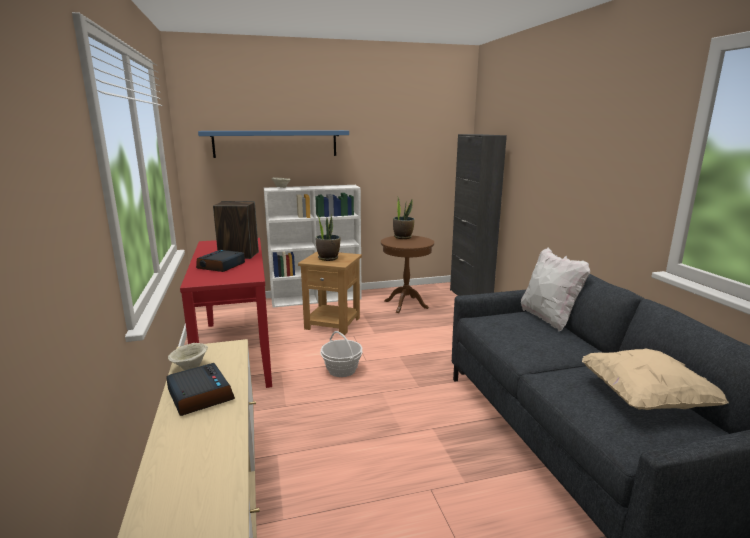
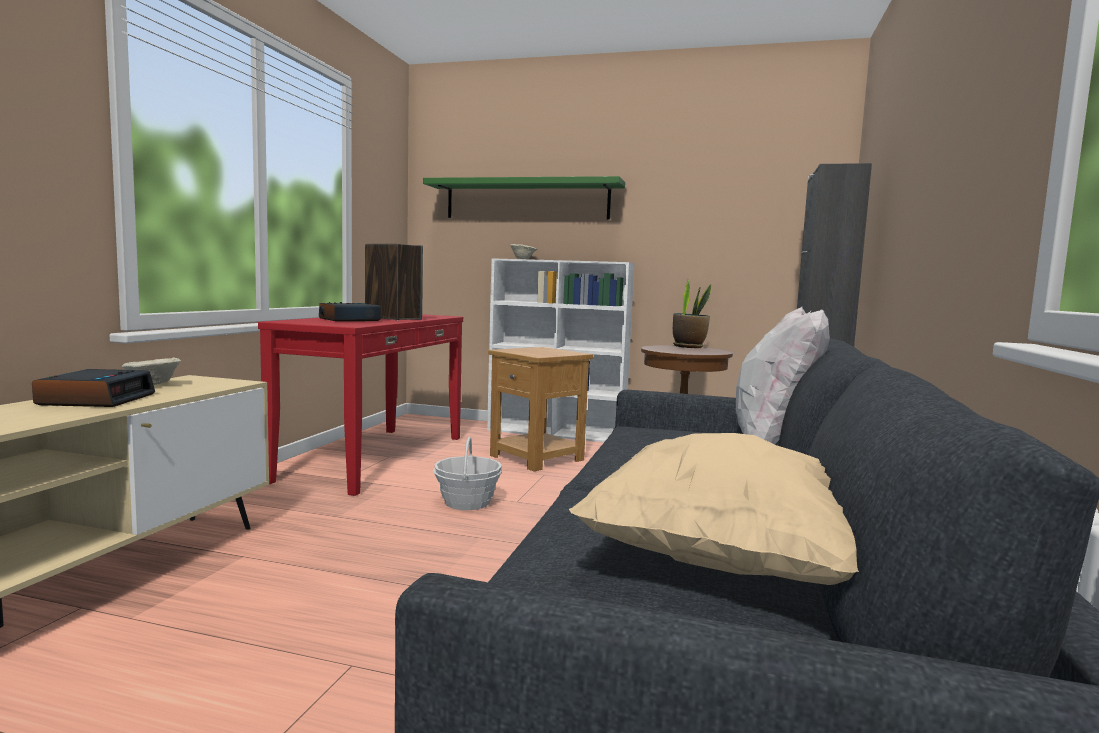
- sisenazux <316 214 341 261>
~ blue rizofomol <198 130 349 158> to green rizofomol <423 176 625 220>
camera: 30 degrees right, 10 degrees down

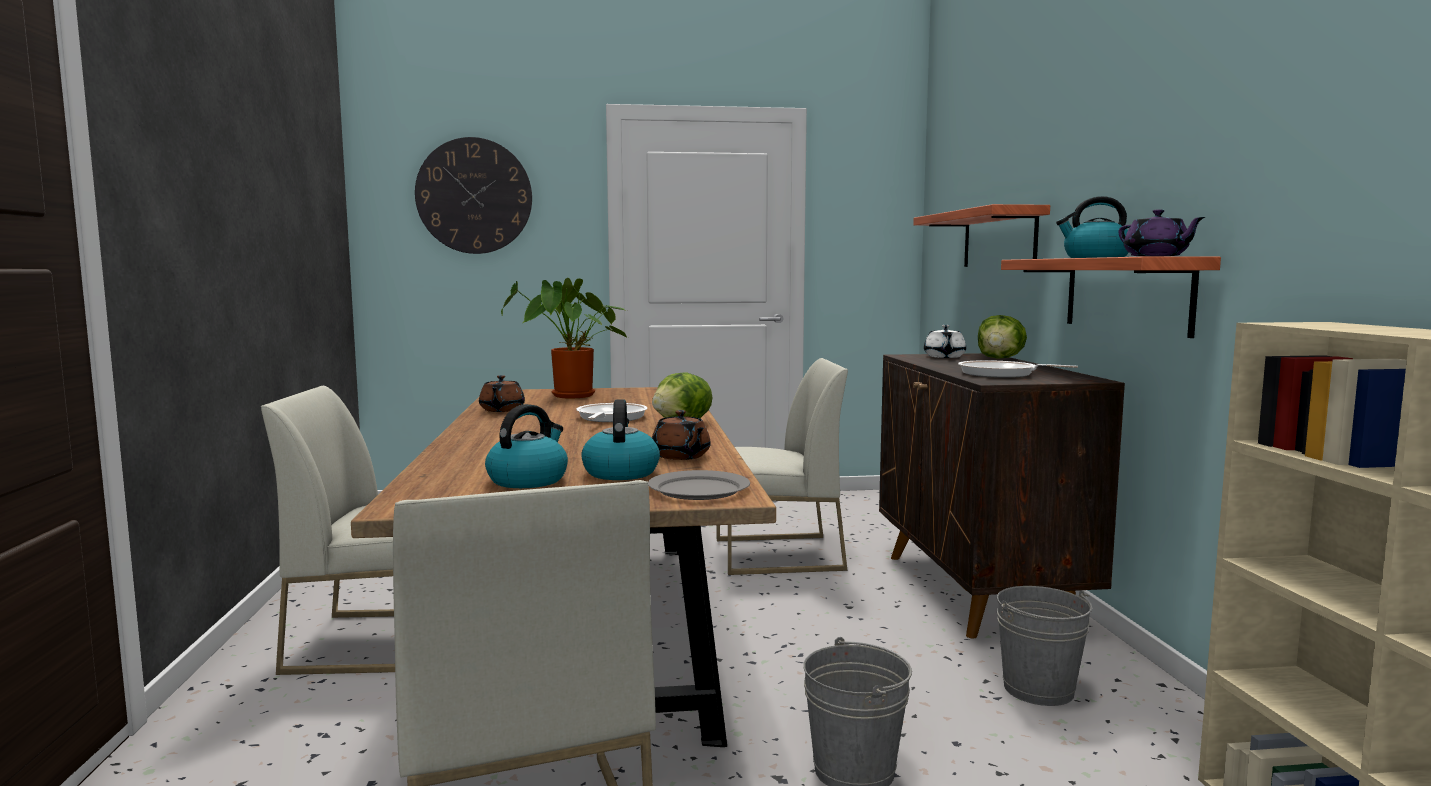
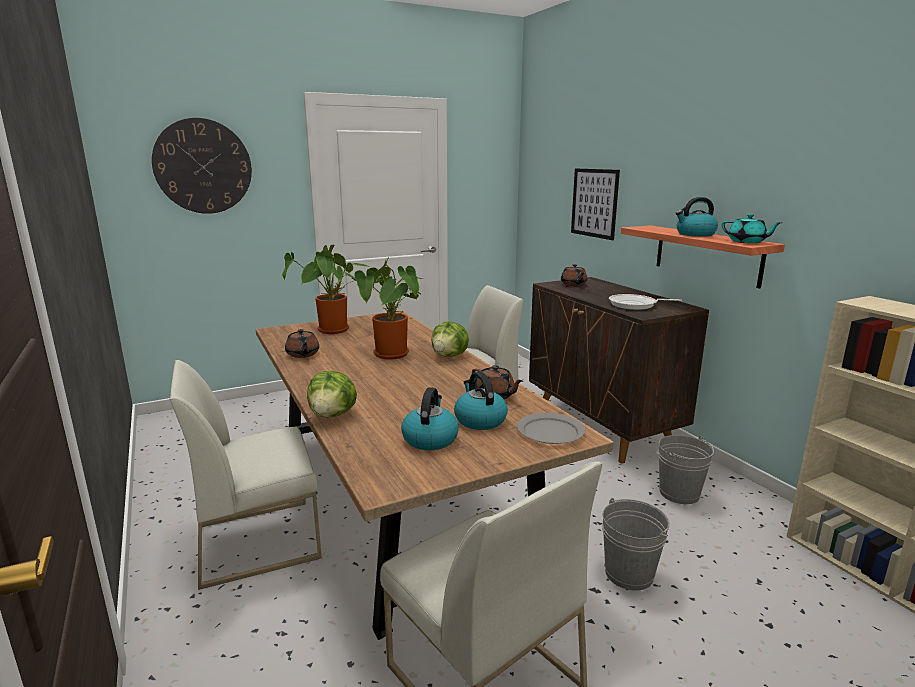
~ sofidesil <978 315 1027 359> to <307 371 357 417>
~ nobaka <577 403 648 422> to sisenazux <354 257 423 360>
~ rizofomol <913 204 1050 267> to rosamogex <571 168 620 240>
~ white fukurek <924 325 966 358> to brown fukurek <561 264 587 286>
~ purple fukurek <1119 209 1205 257> to turquoise fukurek <722 214 782 243>
camera: 20 degrees left, 10 degrees up

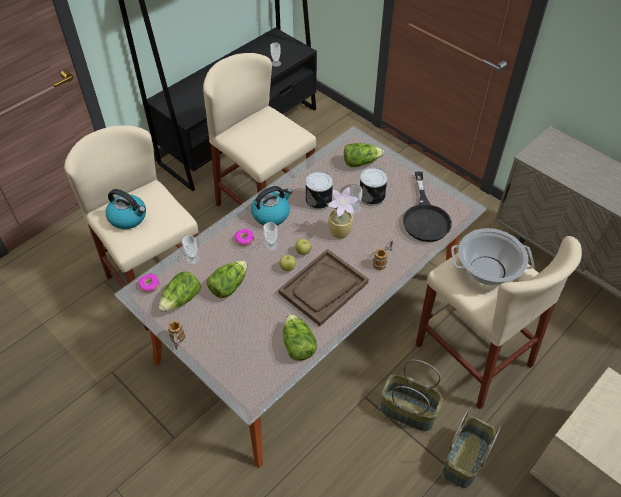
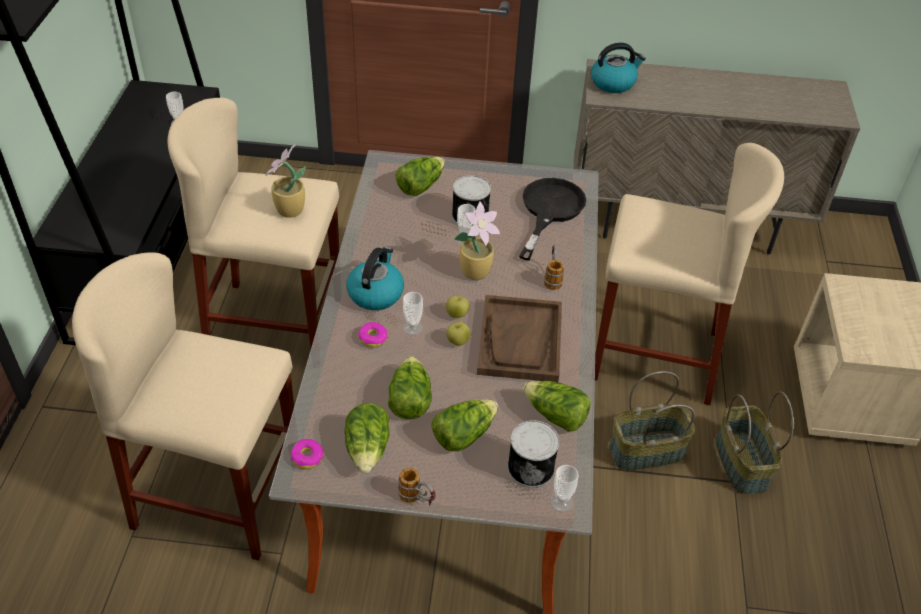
- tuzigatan <451 228 534 286>
+ sisenazux <265 145 306 218>
+ sofidesil <432 400 498 451>
~ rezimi <106 189 146 229> to <591 43 646 93>
~ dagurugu <182 235 200 264> to <550 465 579 512>
~ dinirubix <305 171 333 210> to <507 420 559 488>
~ black nobaka <403 171 452 242> = <519 178 586 261> 120 degrees counterclockwise
camera: 40 degrees left, 5 degrees down

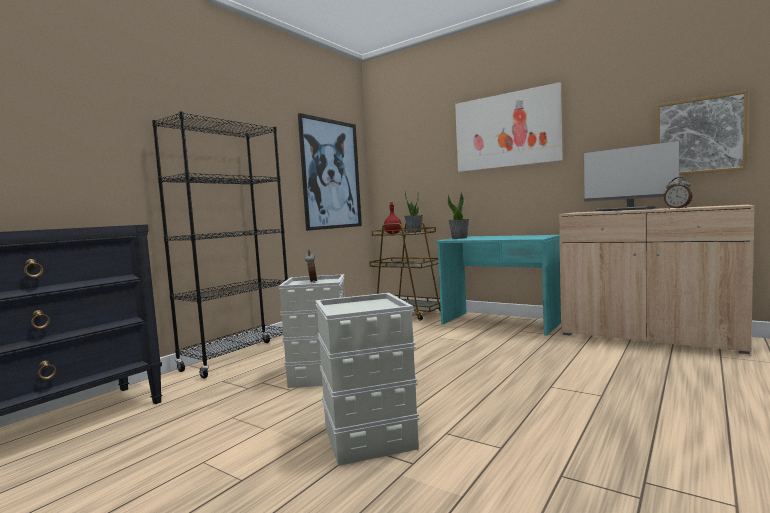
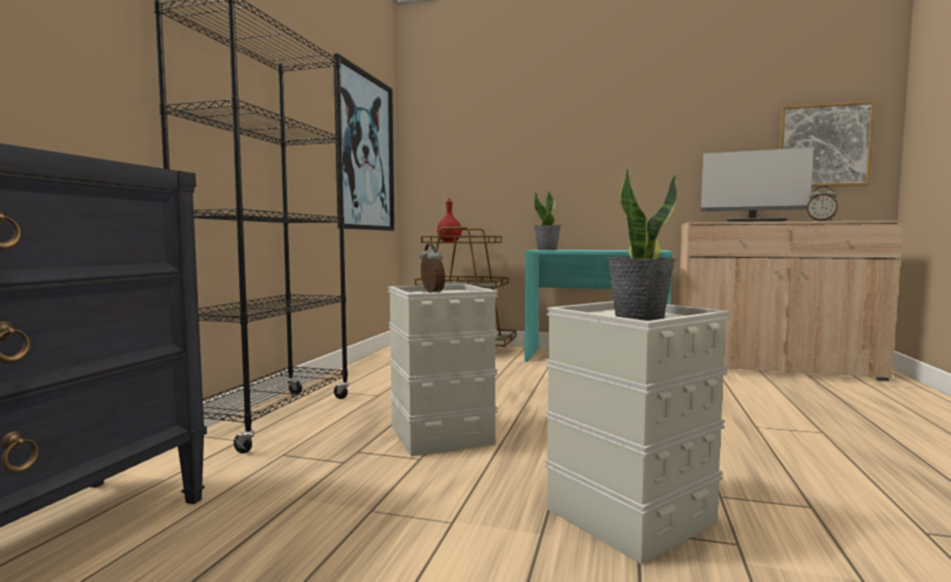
- rosamogex <455 82 563 172>
~ sisenazux <405 192 423 233> to <607 168 677 321>
camera: 20 degrees left, 0 degrees up

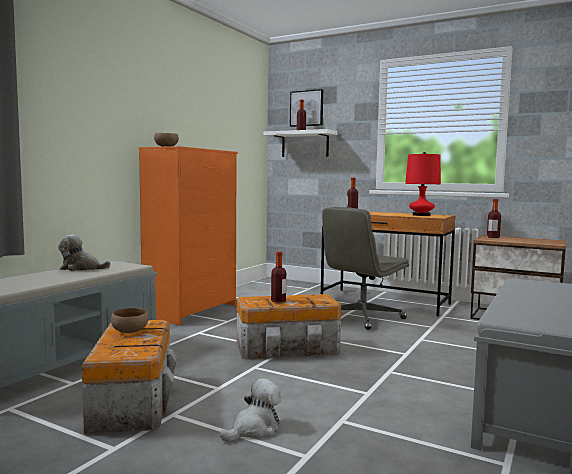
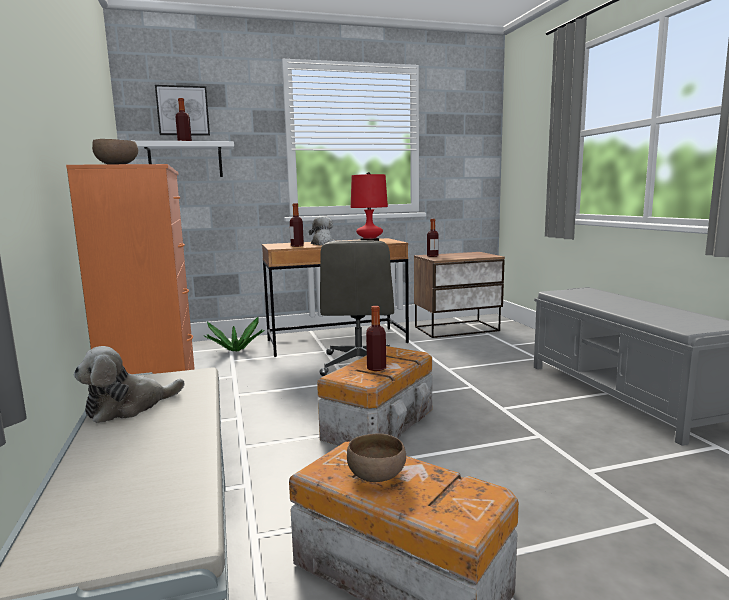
+ sisenazux <203 317 264 351>
~ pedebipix <220 378 281 442> to <309 216 335 245>
camera: 45 degrees left, 5 degrees up

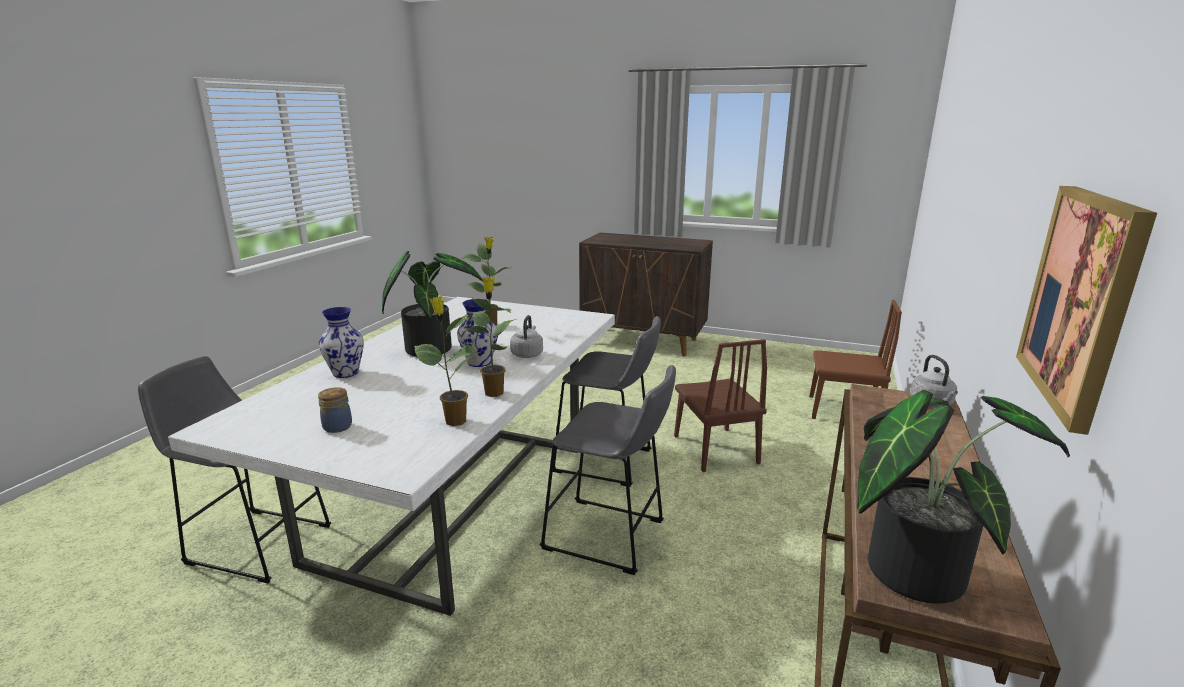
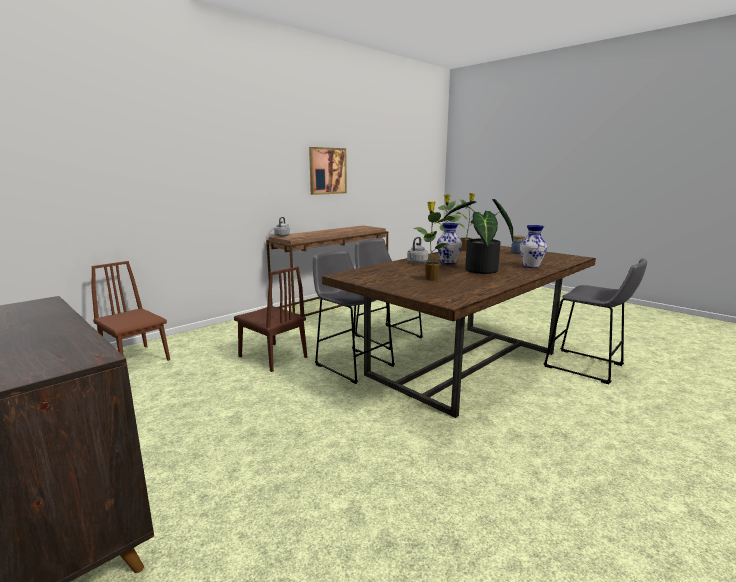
- sisenazux <857 390 1070 604>
~ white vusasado <168 297 615 616> to brown vusasado <322 246 596 418>
~ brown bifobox <674 339 767 472> = <234 266 307 372> 120 degrees clockwise
camera: 155 degrees left, 5 degrees down

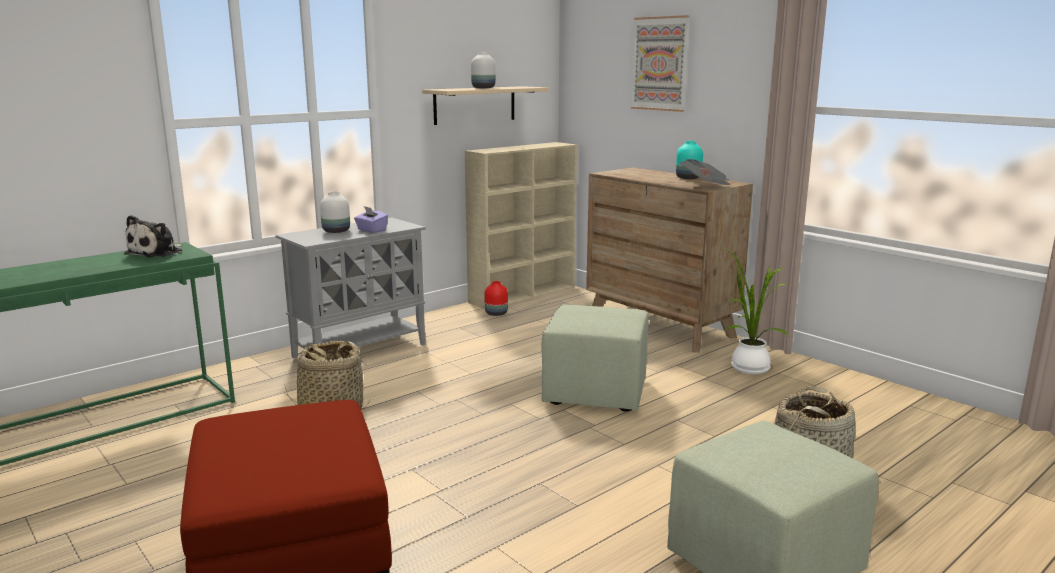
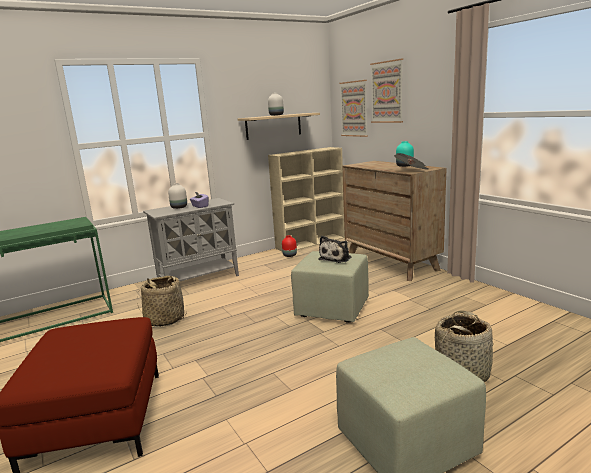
- sisenazux <723 249 789 374>
+ rosamogex <339 80 368 137>
~ pedebipix <124 215 182 257> to <318 235 351 263>
camera: 10 degrees right, 0 degrees up

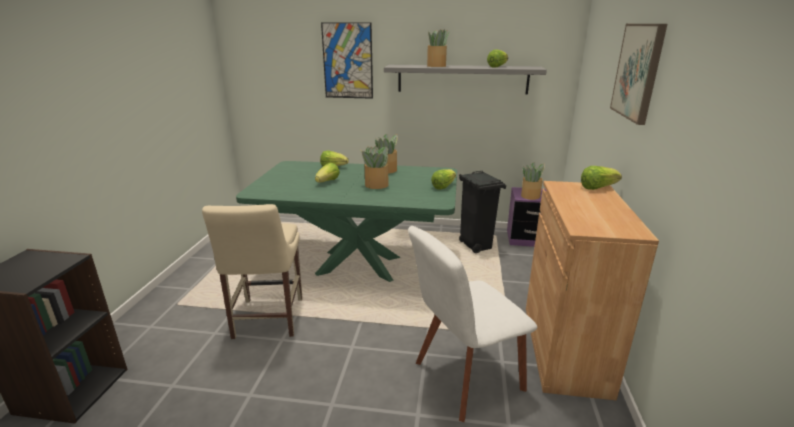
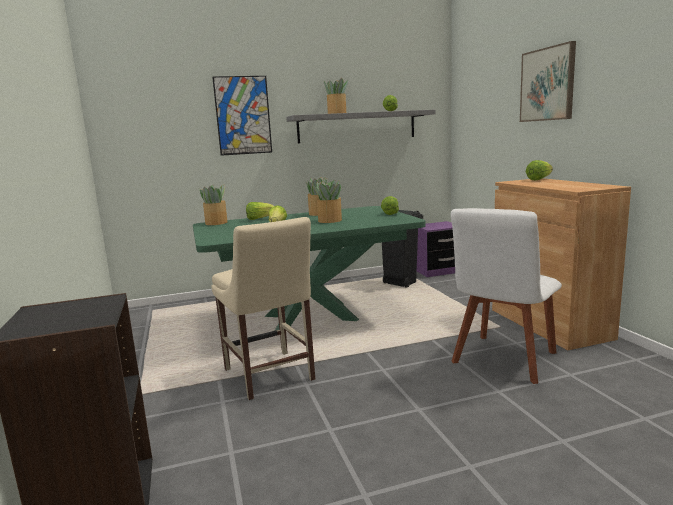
~ sisenazux <521 162 545 200> to <200 185 227 225>
camera: 25 degrees left, 10 degrees down

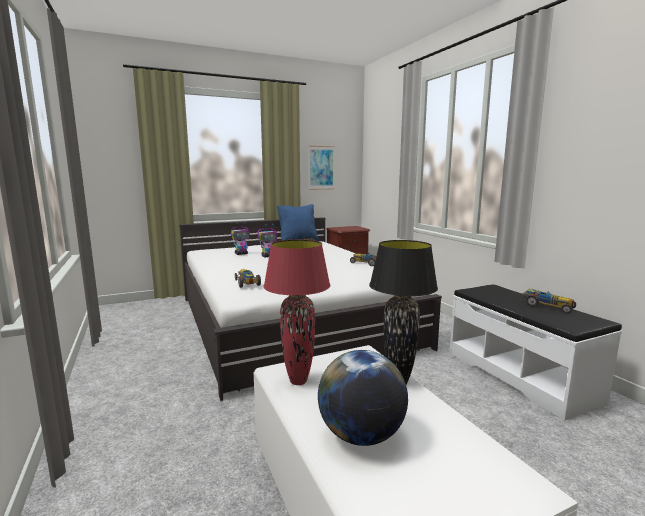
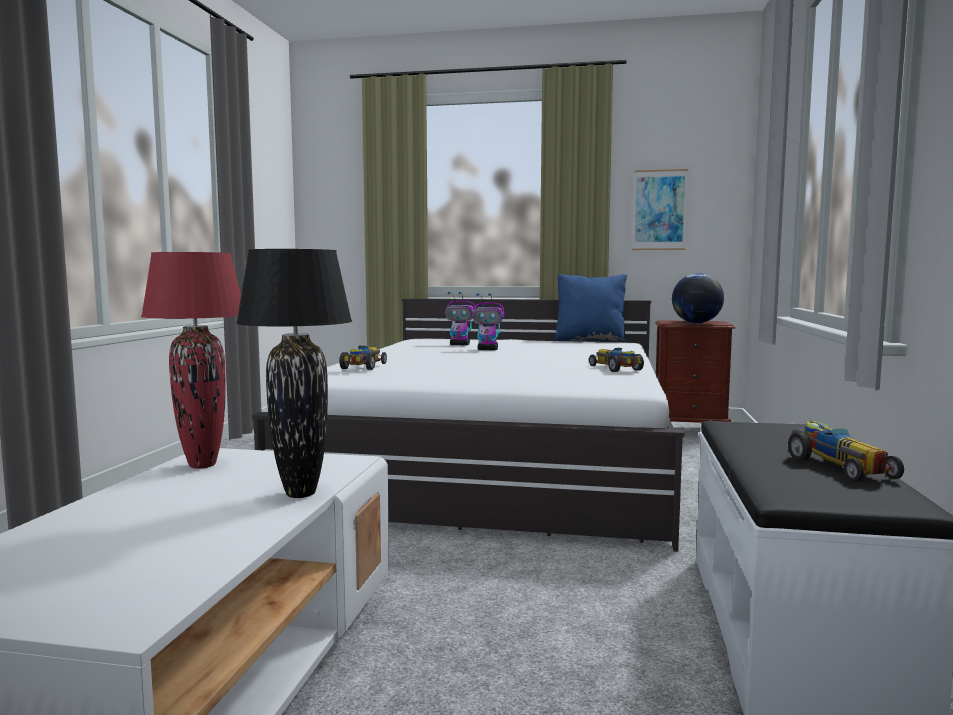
~ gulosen <318 350 408 446> to <672 273 724 323>
camera: 35 degrees right, 5 degrees down

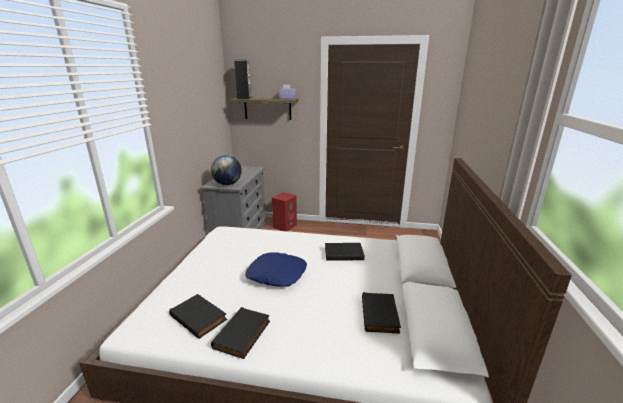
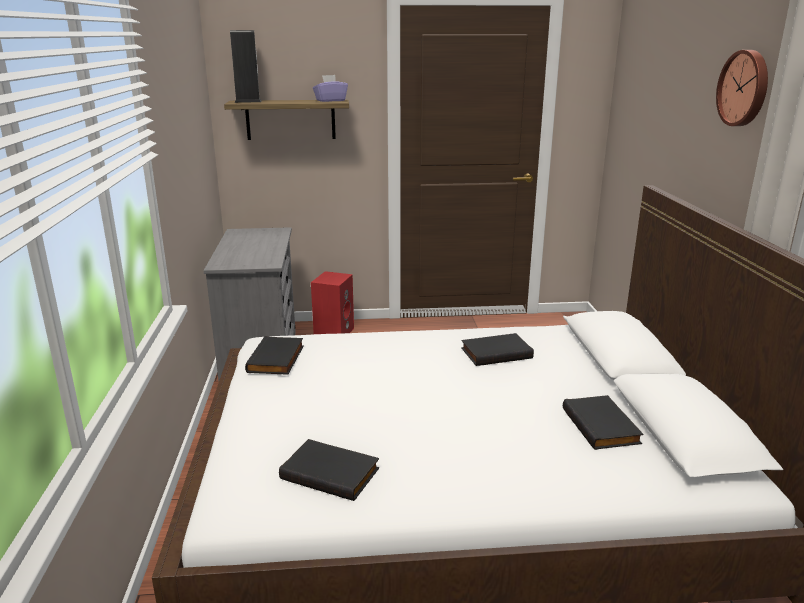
- gulosen <211 155 242 185>
- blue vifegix <245 253 307 287>
+ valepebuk <716 50 768 126>
~ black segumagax <211 307 270 359> to <245 336 304 375>
camera: 15 degrees left, 0 degrees up

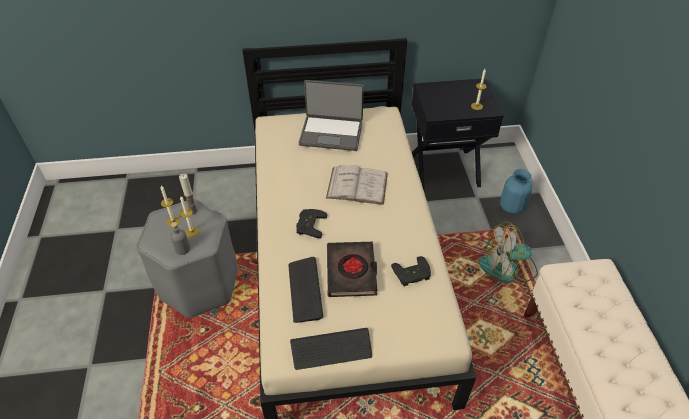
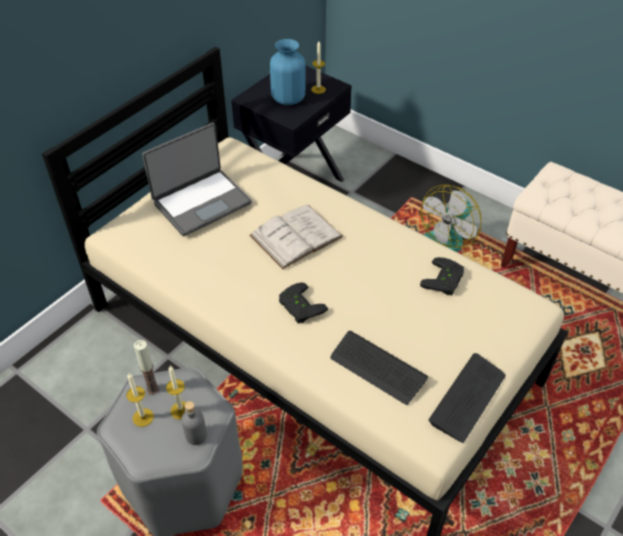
- black segumagax <327 242 377 297>
~ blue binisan <500 169 532 214> to <270 39 305 105>
camera: 45 degrees left, 0 degrees up

